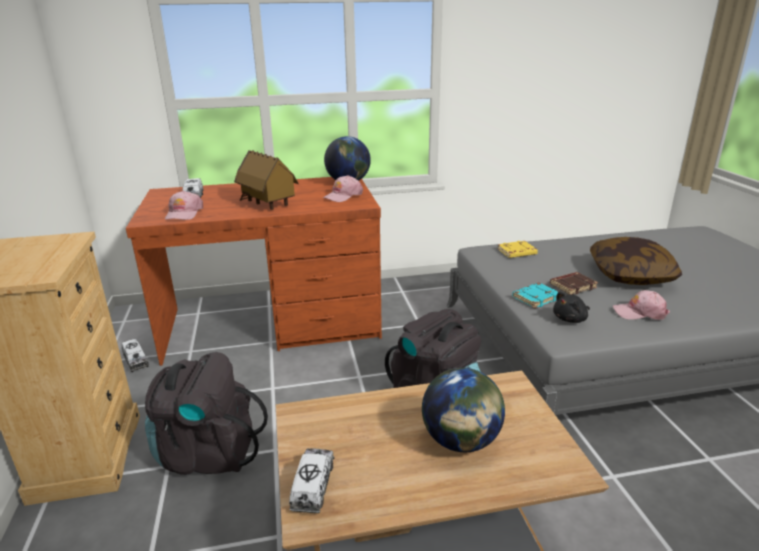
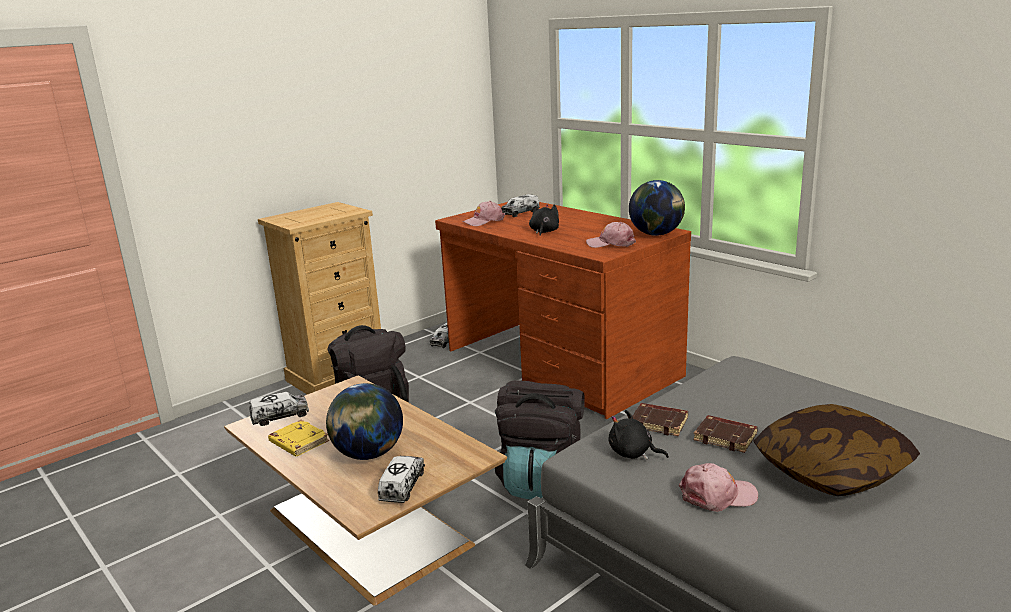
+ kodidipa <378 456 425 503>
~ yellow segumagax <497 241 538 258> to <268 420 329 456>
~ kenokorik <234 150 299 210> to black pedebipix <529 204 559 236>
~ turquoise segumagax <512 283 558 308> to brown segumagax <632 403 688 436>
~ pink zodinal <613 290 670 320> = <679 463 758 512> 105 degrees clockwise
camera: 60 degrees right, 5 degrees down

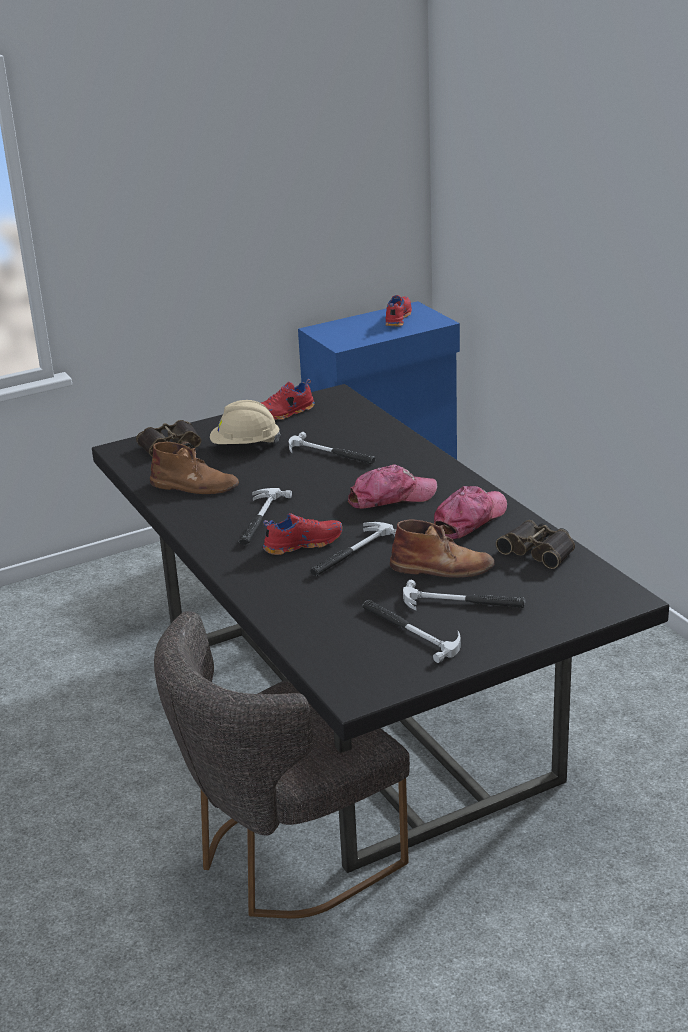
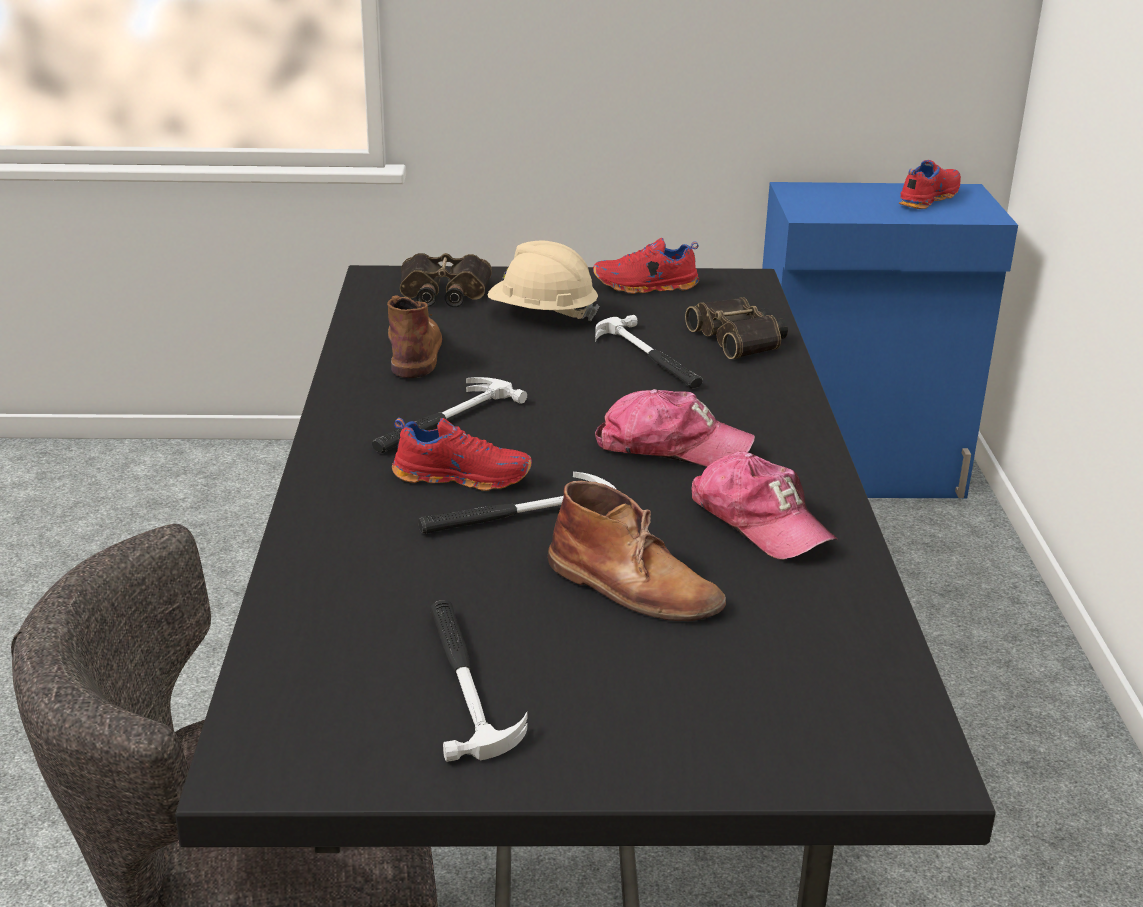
- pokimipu <403 580 525 611>
~ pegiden <496 520 575 569> to <685 297 788 359>
~ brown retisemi <150 442 239 494> = <387 295 442 378> 135 degrees counterclockwise
~ zodinal <434 486 507 539> = <691 451 837 560> 75 degrees clockwise
camera: 25 degrees right, 0 degrees up

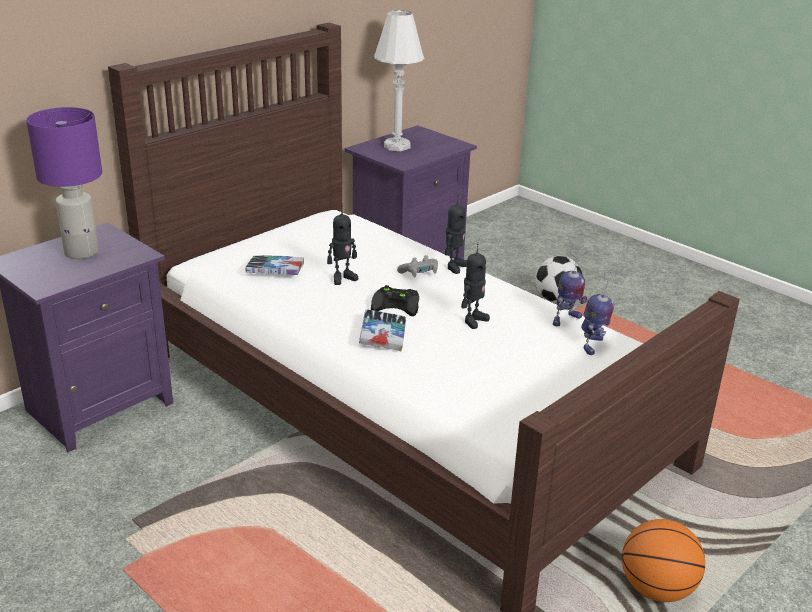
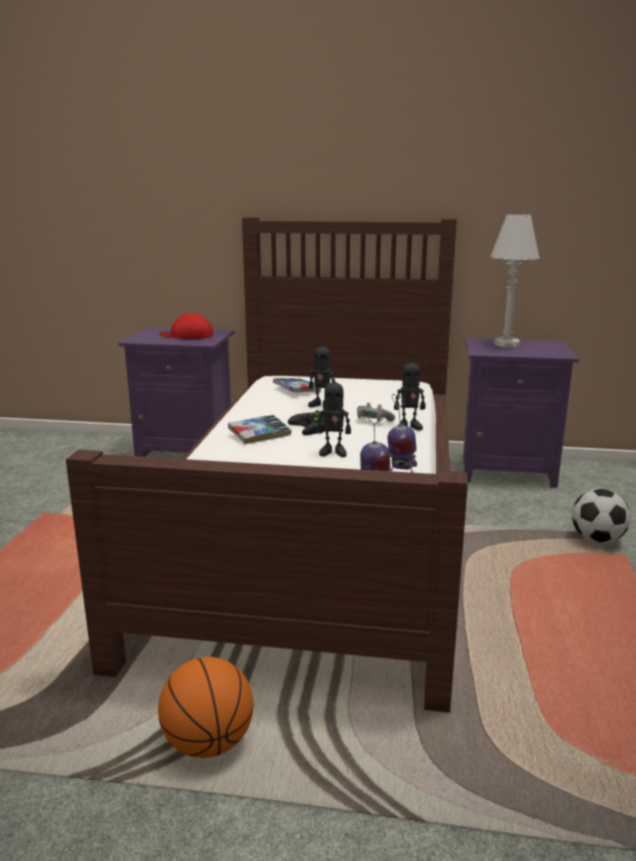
~ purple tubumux <26 107 102 259> to red zodinal <159 313 214 339>
camera: 55 degrees right, 10 degrees down

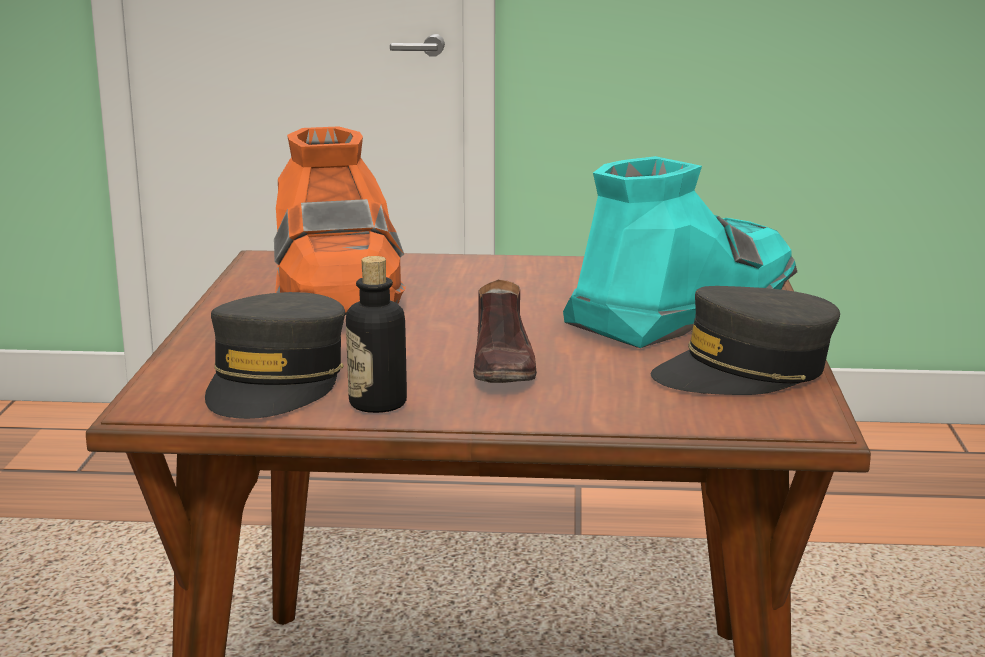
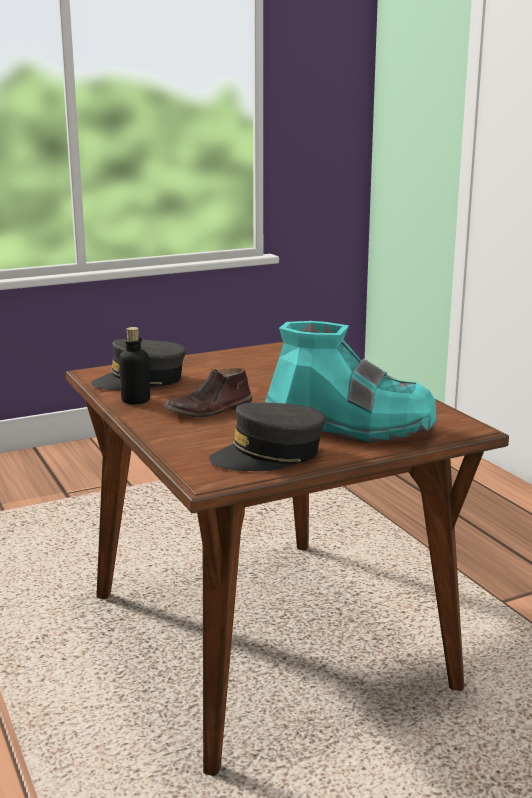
- orange retisemi <274 126 406 315>
~ grey zodinal <651 286 840 395> = <209 403 326 471> 60 degrees counterclockwise
camera: 60 degrees right, 0 degrees up

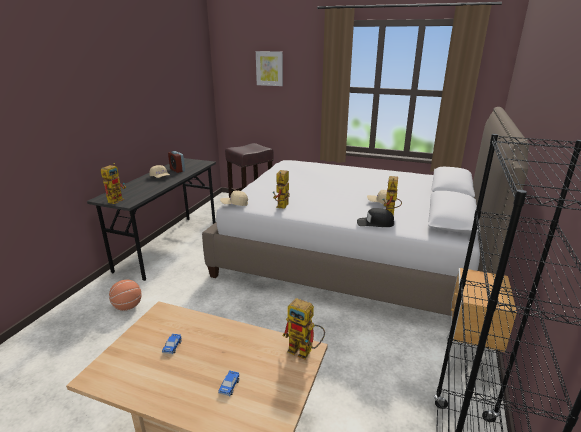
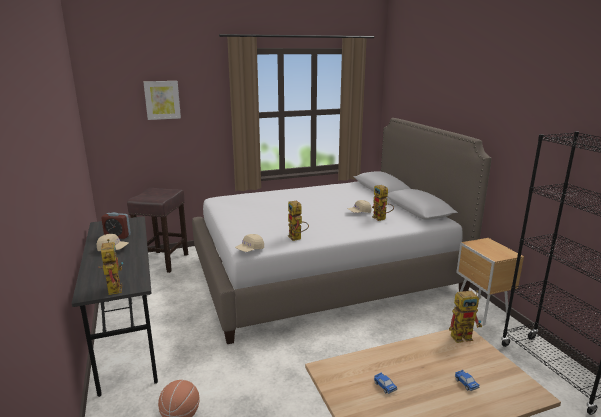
- black zodinal <357 208 394 227>
camera: 40 degrees left, 5 degrees down

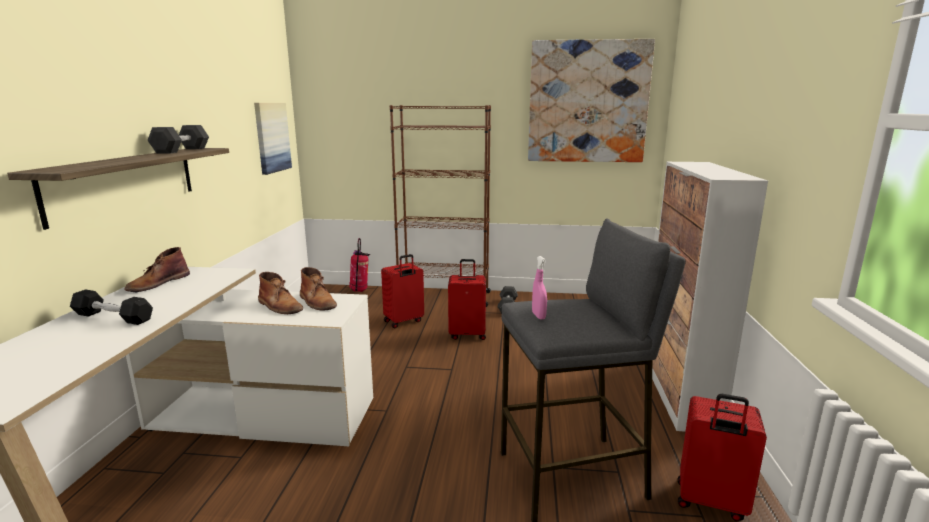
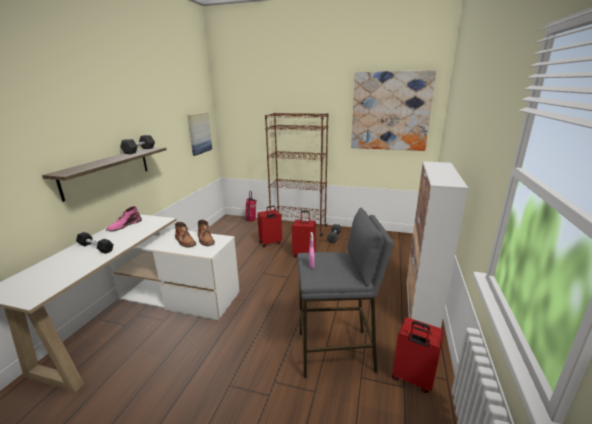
~ brown retisemi <124 247 190 292> to pink retisemi <106 206 142 232>
camera: 10 degrees right, 5 degrees up

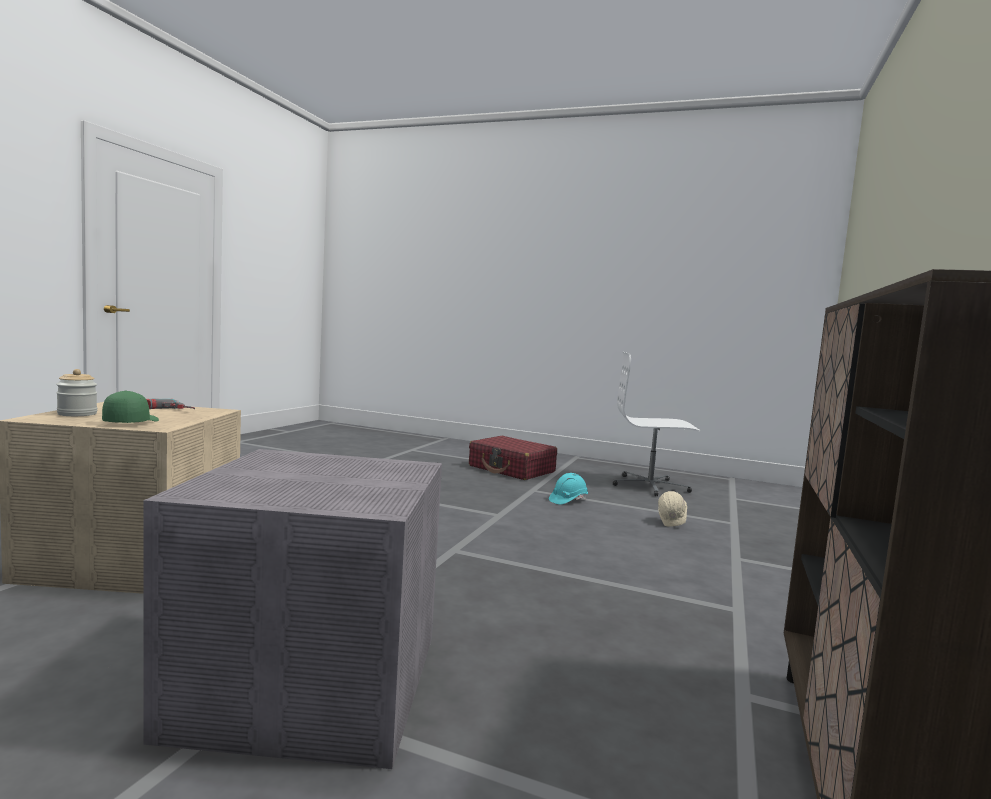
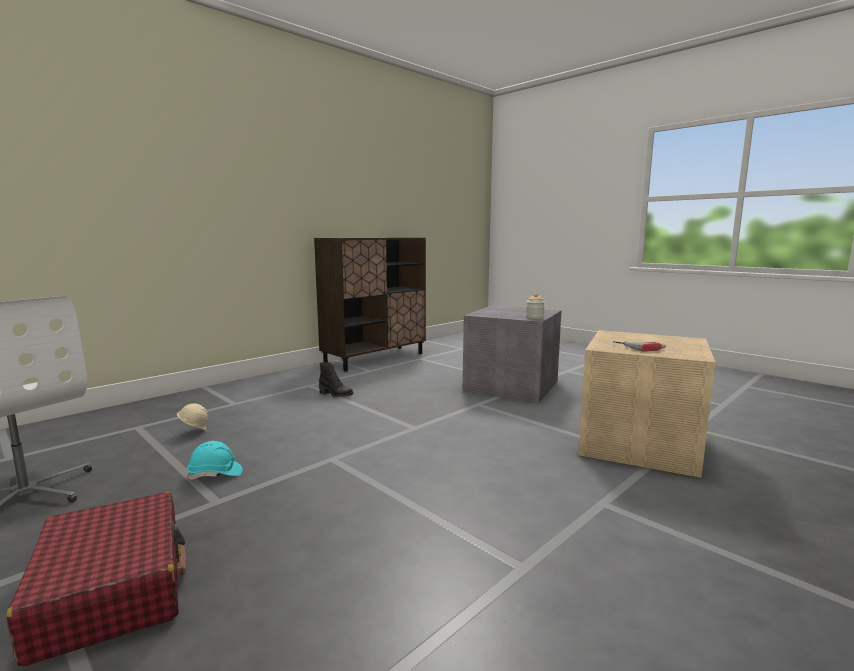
- green zodinal <102 390 159 423>
+ black retisemi <319 362 353 398>
~ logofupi <56 369 97 416> to <526 294 545 319>
camera: 155 degrees left, 5 degrees up

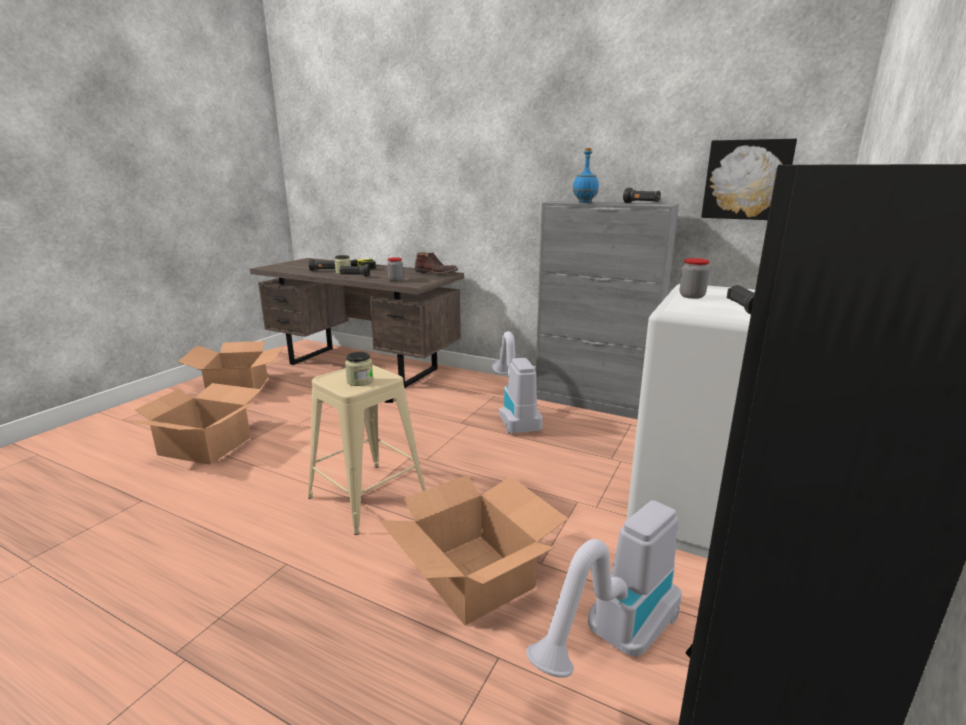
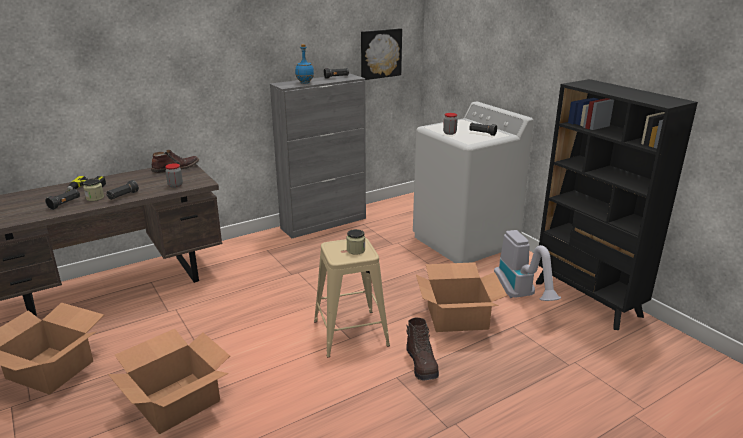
- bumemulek <492 331 543 434>
+ brown retisemi <406 318 439 380>
camera: 60 degrees left, 5 degrees up

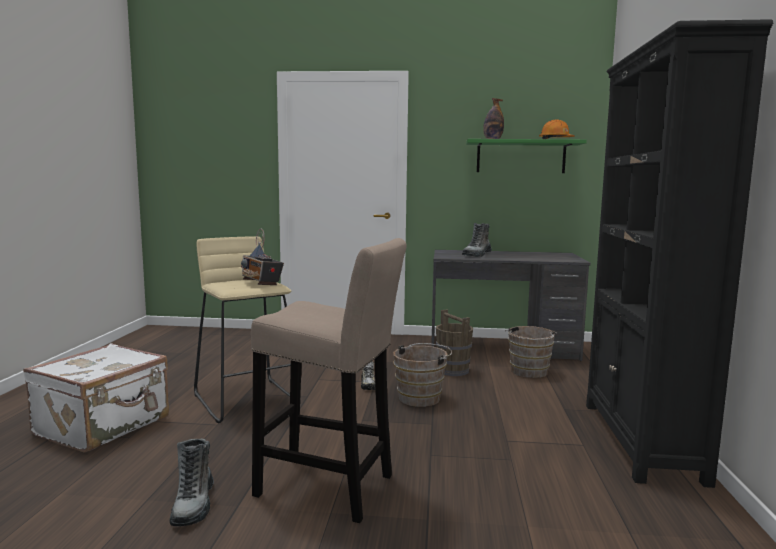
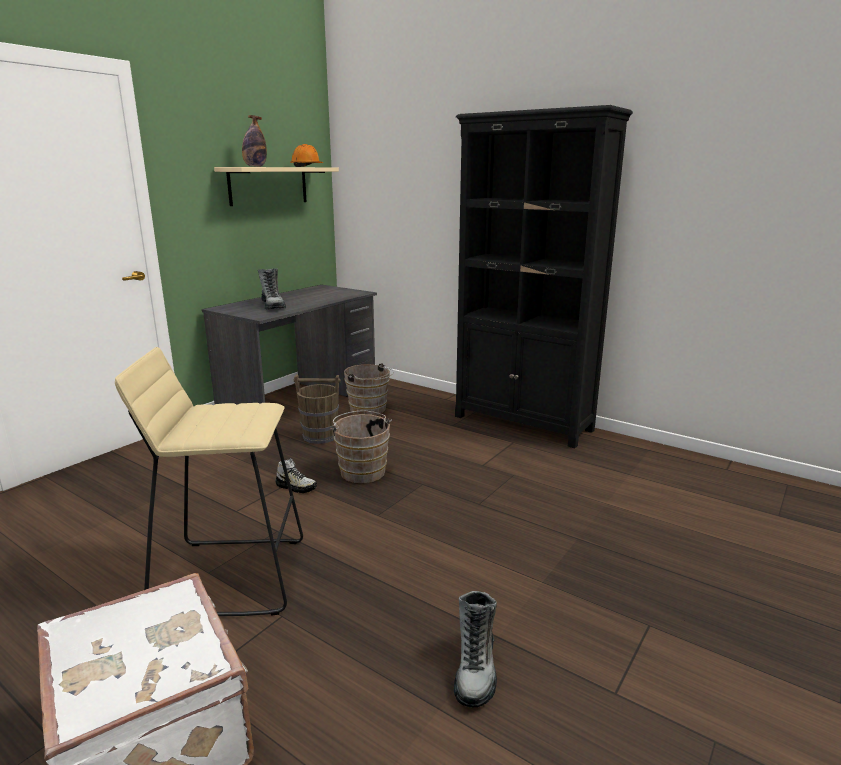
- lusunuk <241 229 284 285>
- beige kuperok <251 238 407 523>
~ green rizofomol <466 139 587 173> to beige rizofomol <214 167 339 206>
~ retisemi <170 438 214 526> = <454 591 497 708> 75 degrees clockwise
camera: 60 degrees left, 10 degrees up

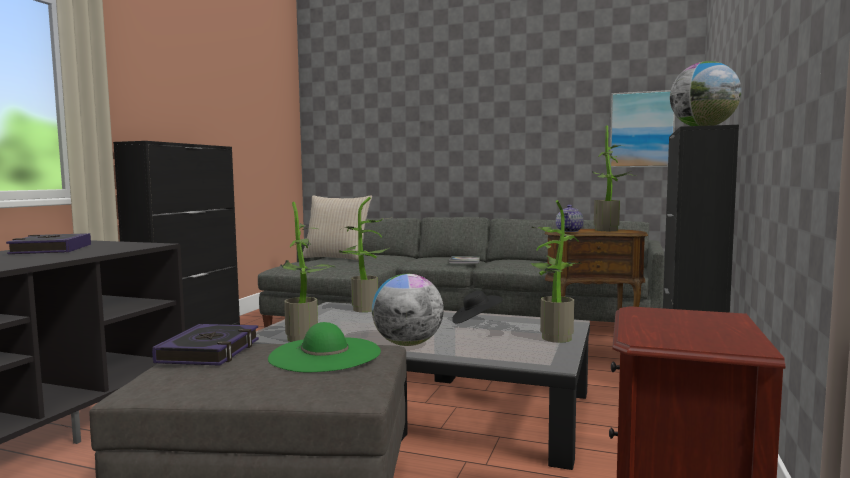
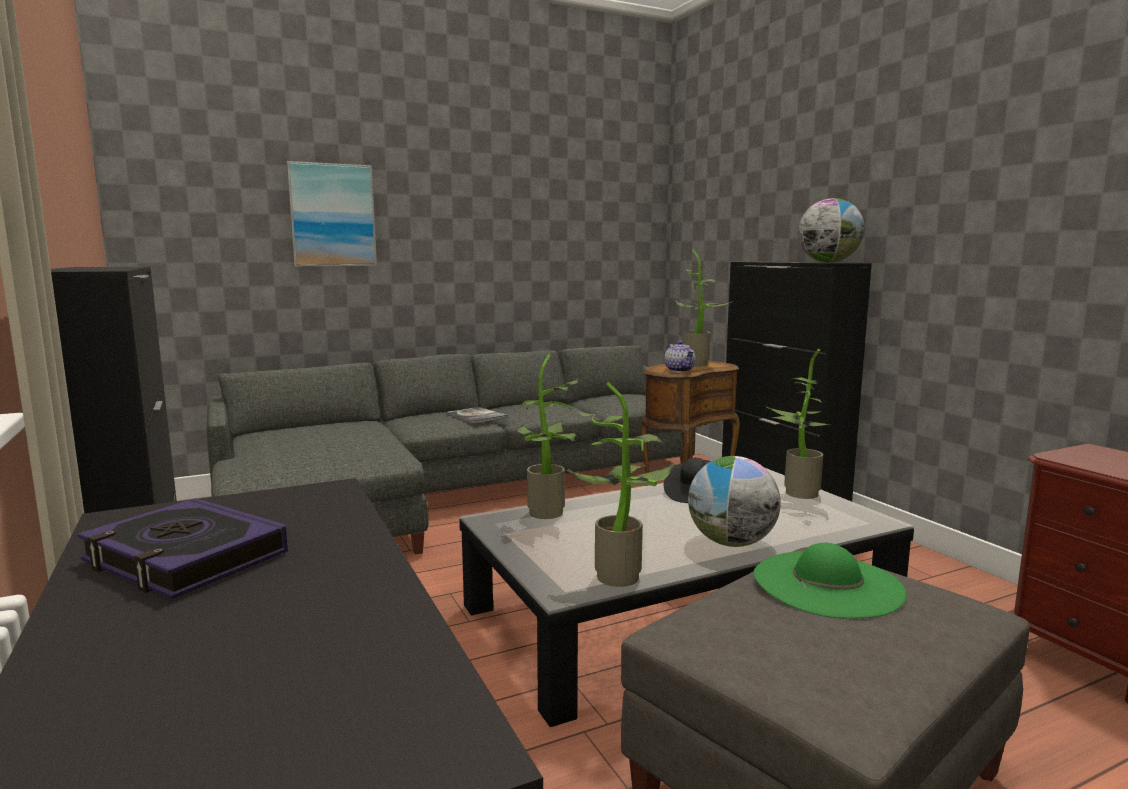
- segumagax <152 324 259 366>
- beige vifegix <303 195 372 261>
~ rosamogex <610 90 675 168> to <287 161 377 267>
camera: 45 degrees left, 5 degrees up

